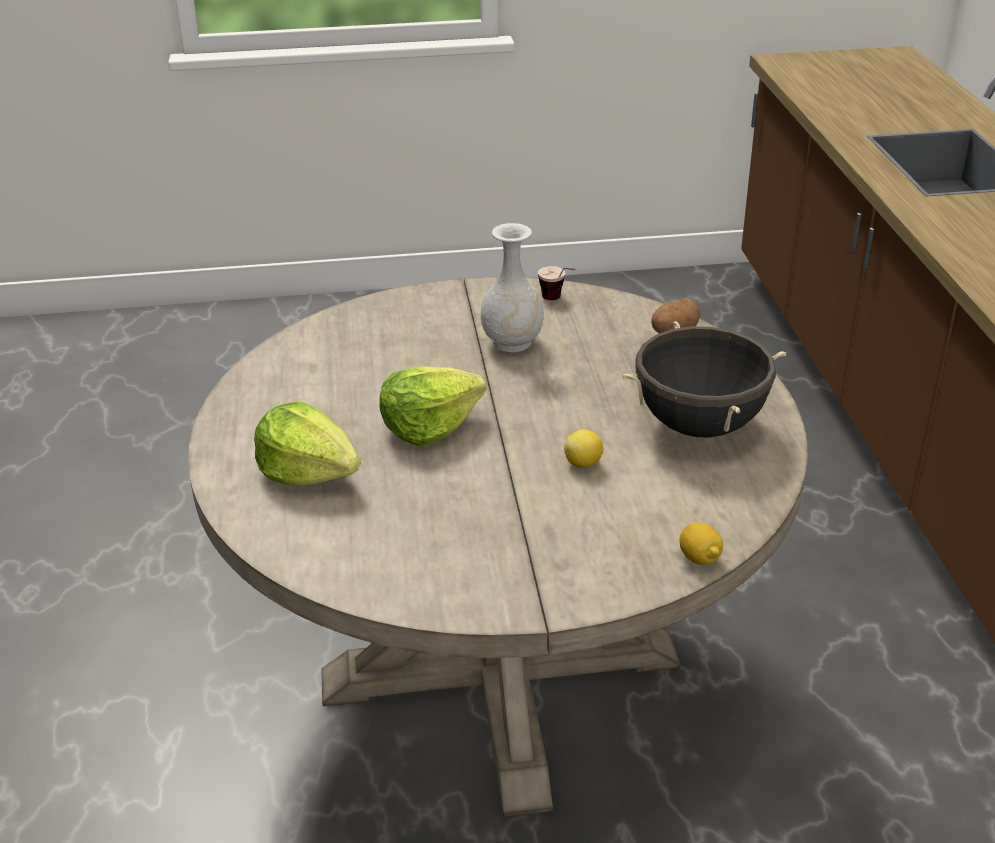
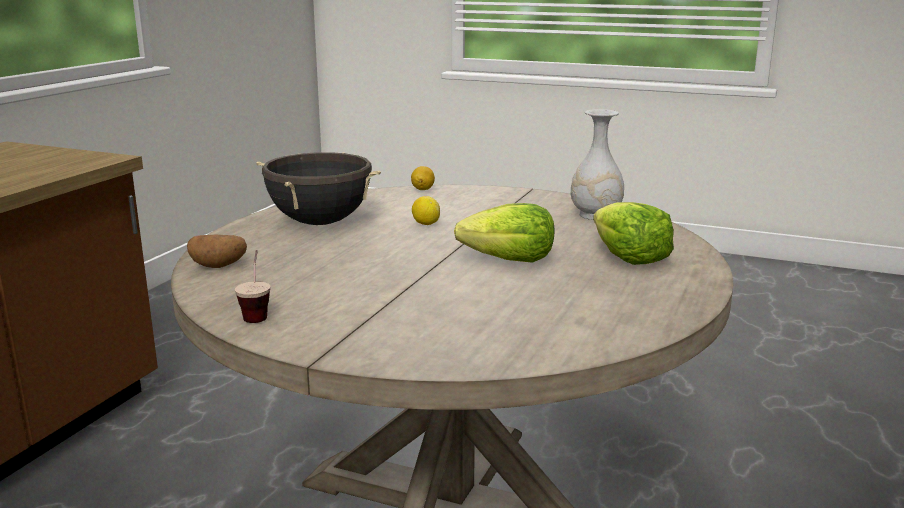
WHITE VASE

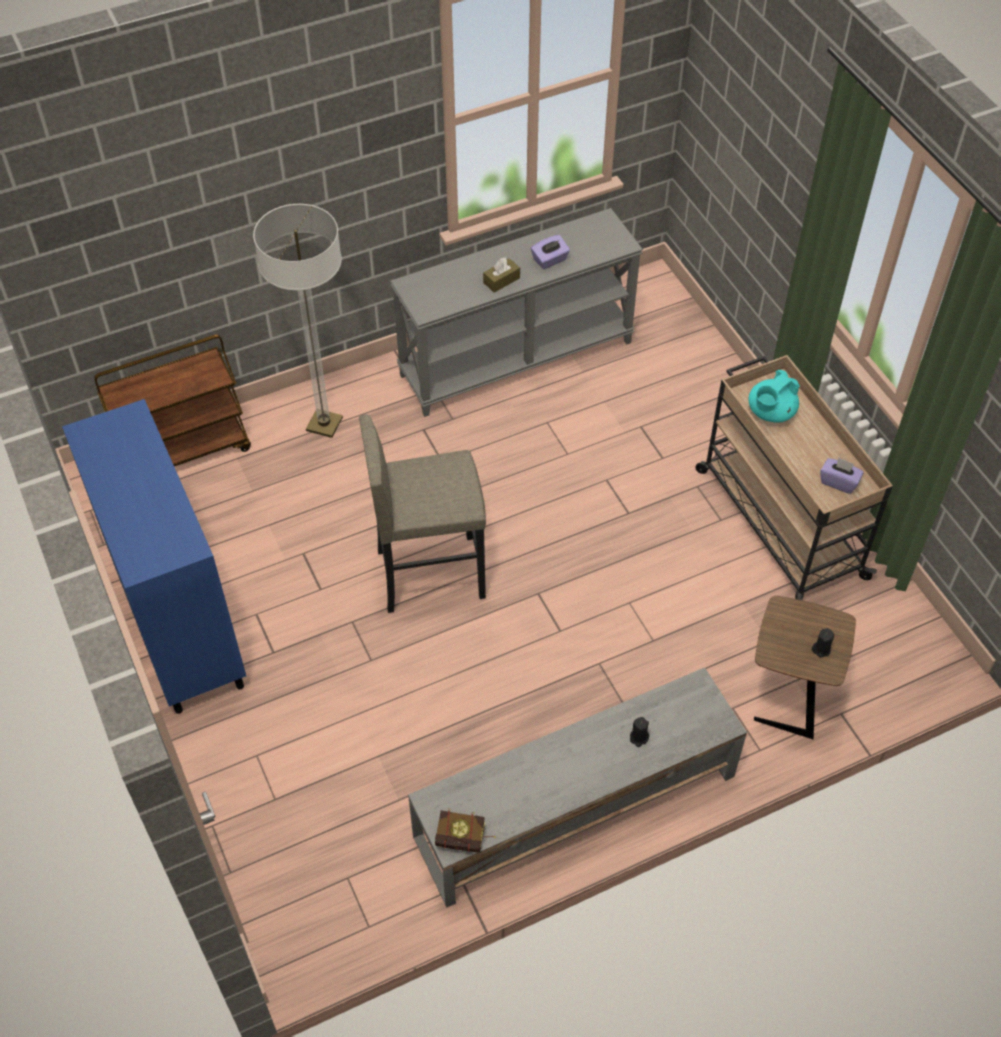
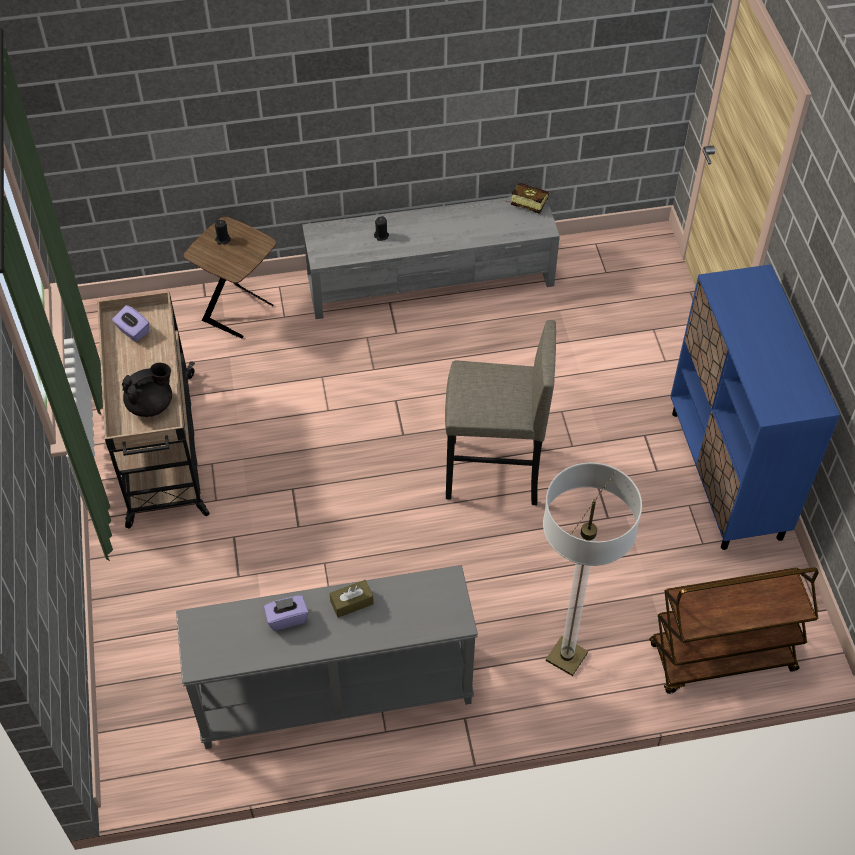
BLACK TEAPOT

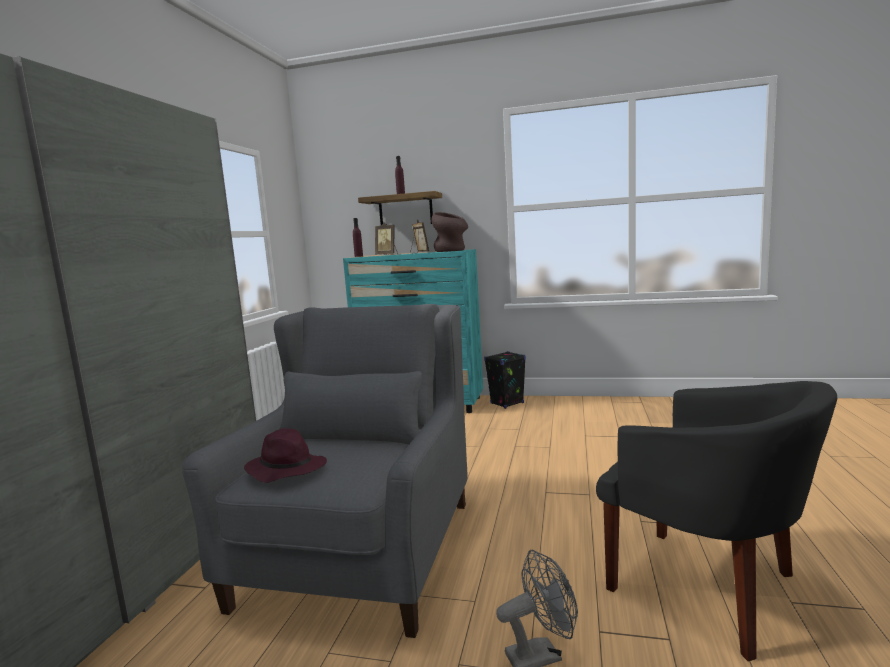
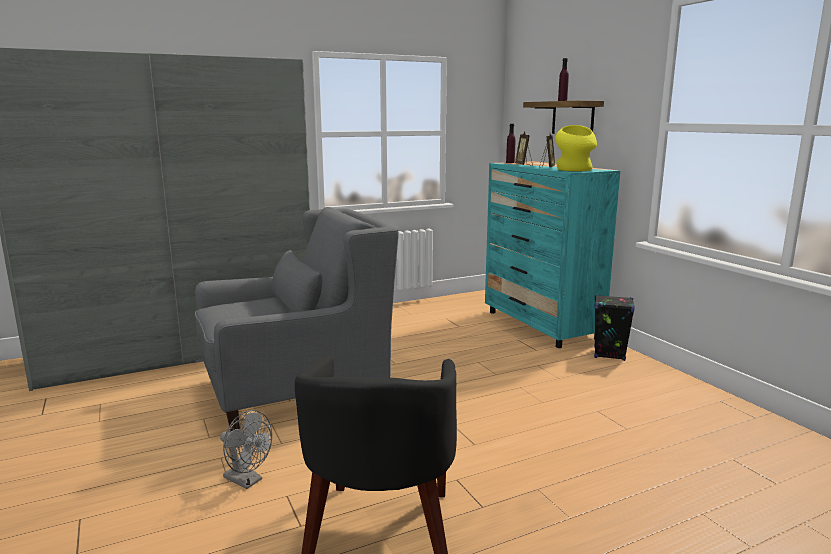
YELLOW VASE; PURPLE HAT

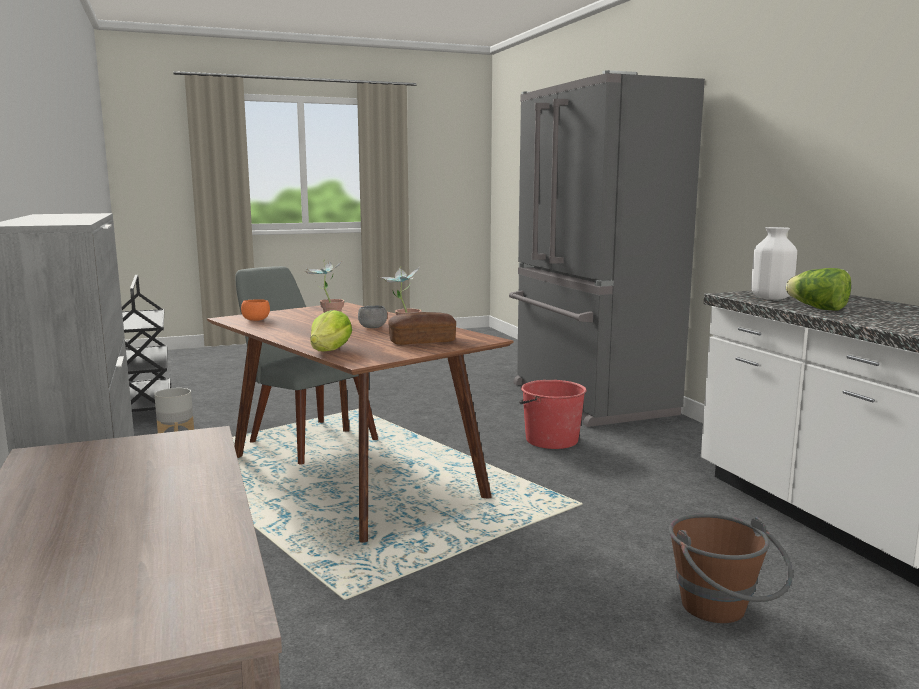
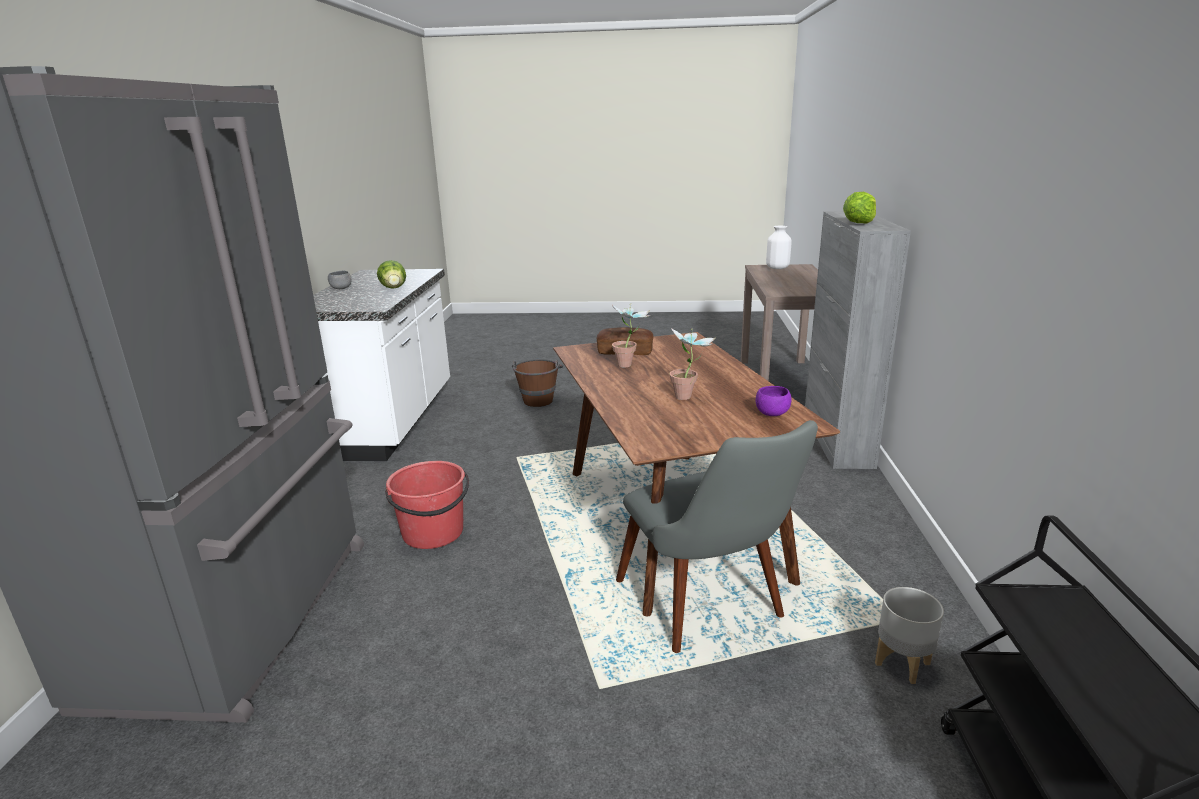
GREY BOWL; PURPLE BOWL; WHITE VASE; LETTUCE (2nd from left)

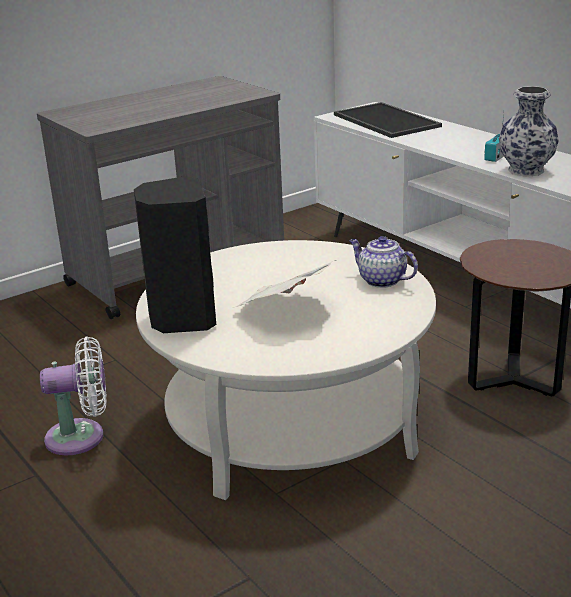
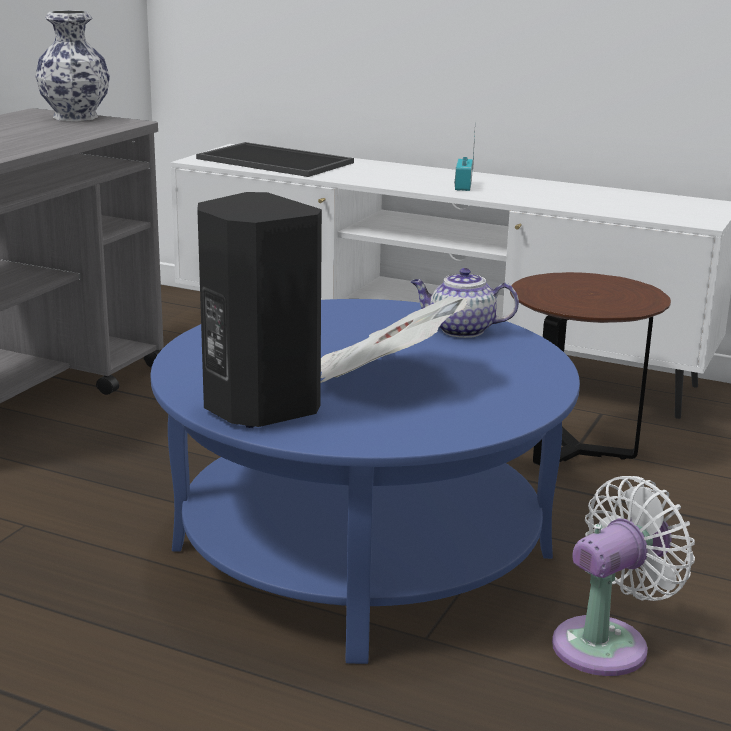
VASE; BLUE COFFEE TABLE; WHITE FAN

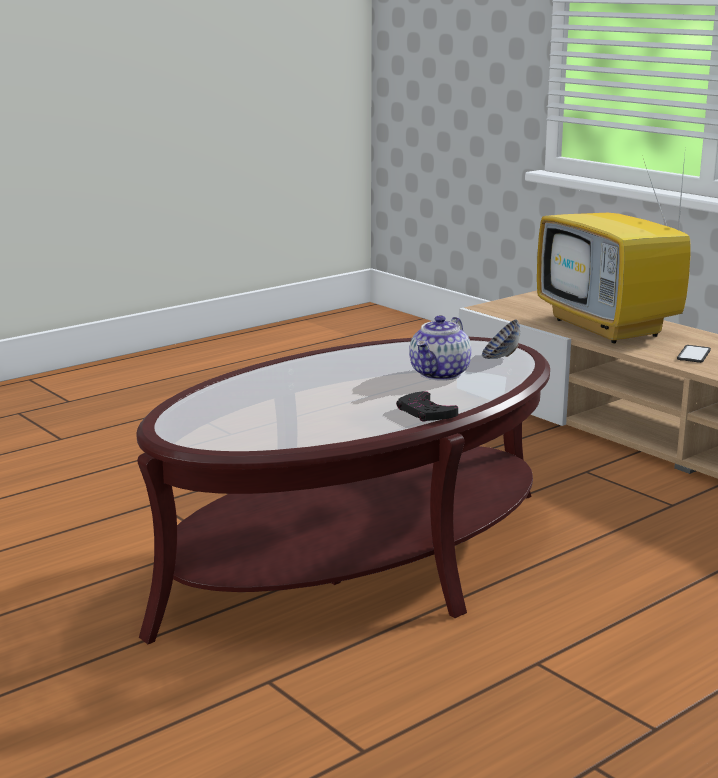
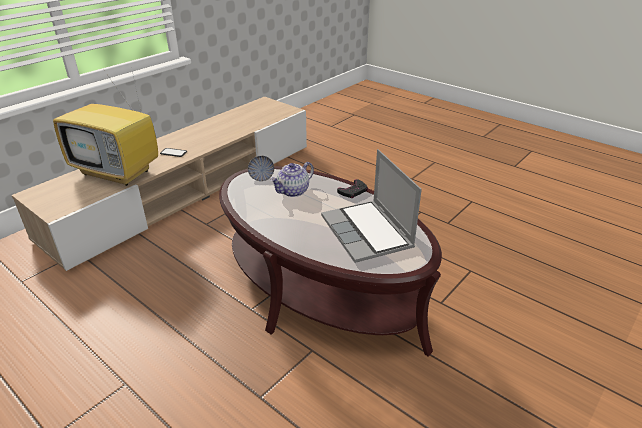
TELEVISION; TEAPOT; LAPTOP

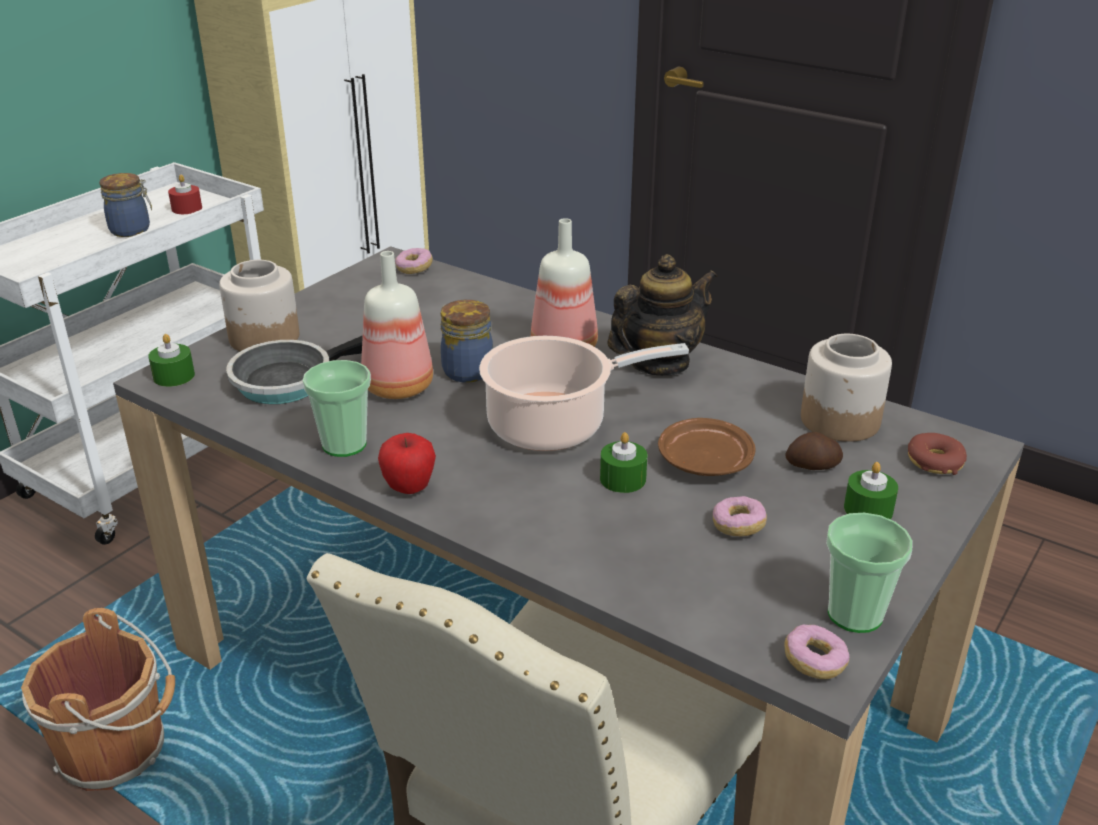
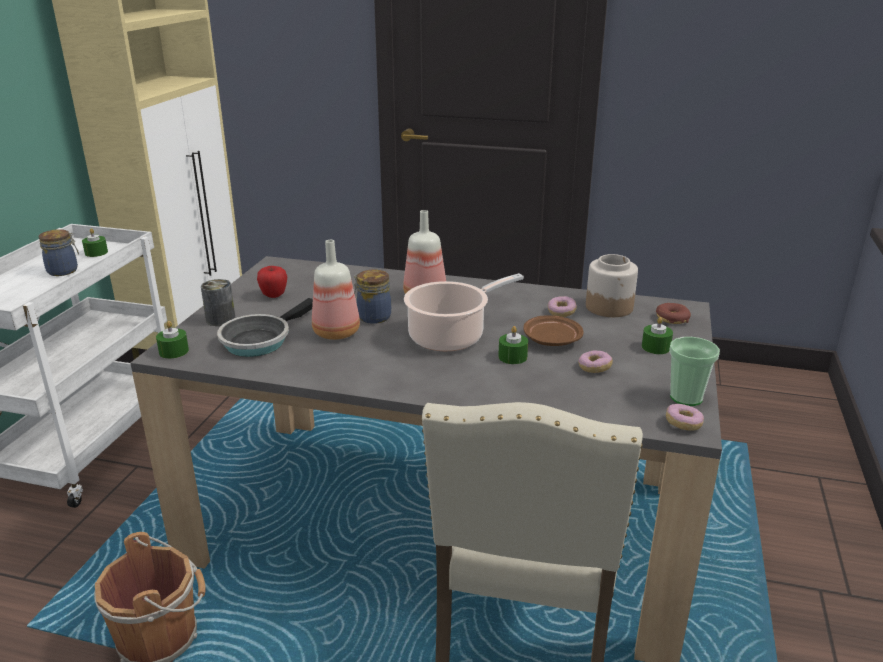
GREEN CANDLE (1st from left); CAN; APPLE; DONUT (1st from left); CUP (1st from left in the first image); TEAPOT; POTATO

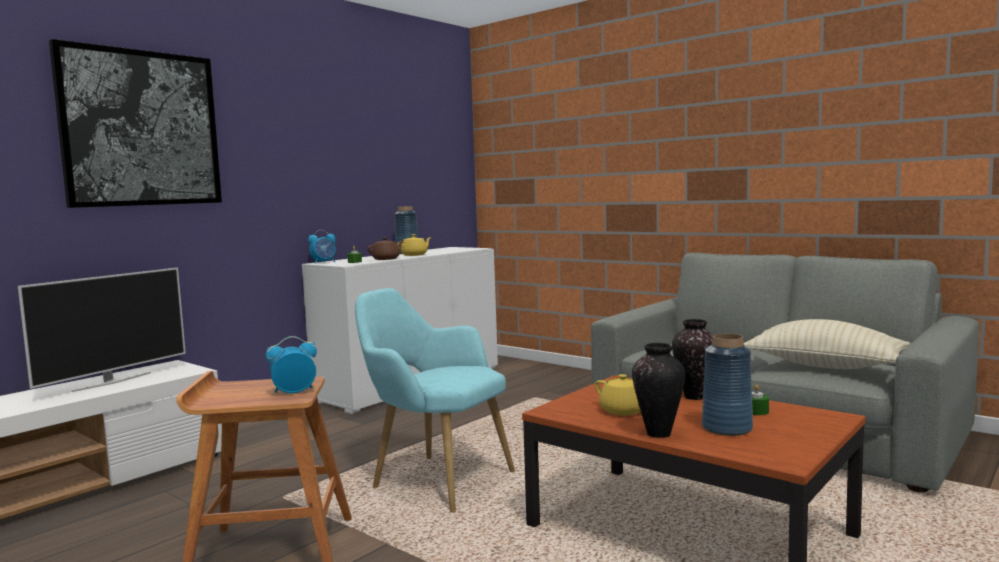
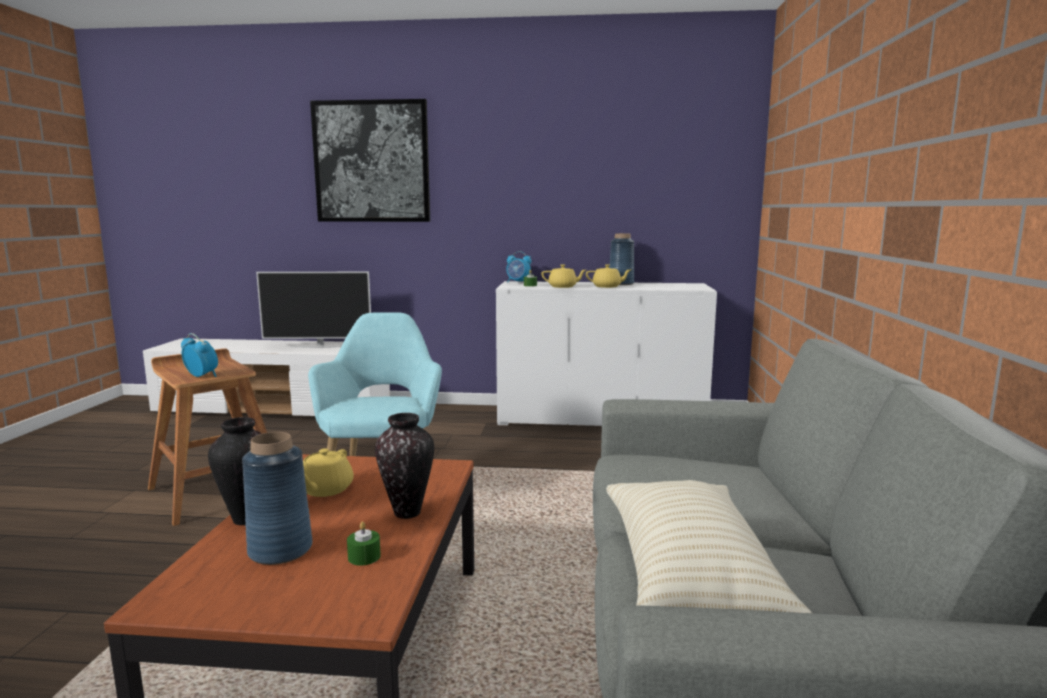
YELLOW TEAPOT (2nd from left)

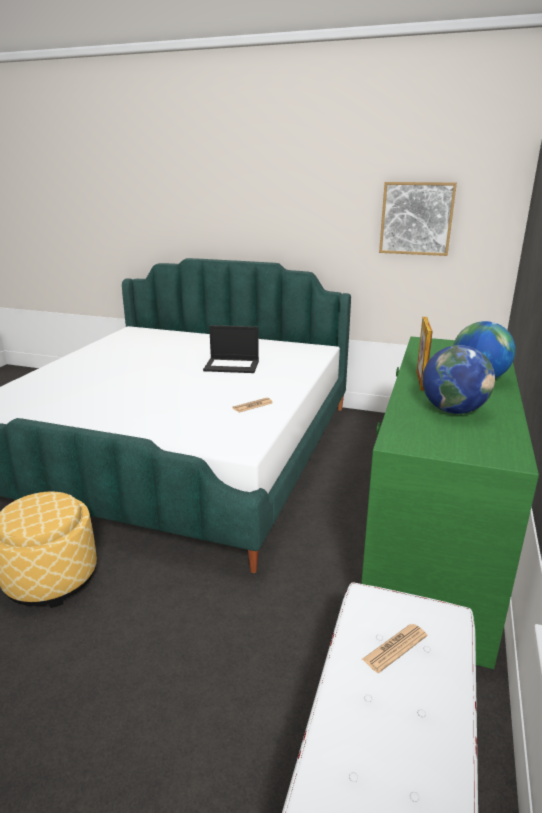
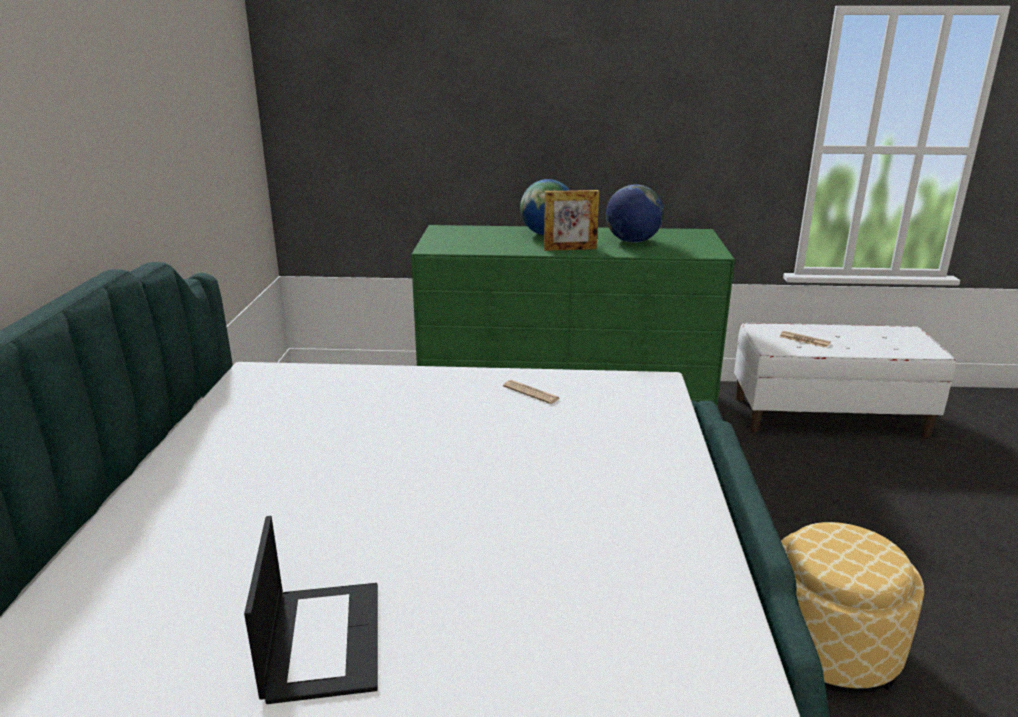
LAPTOP; PICTURE

